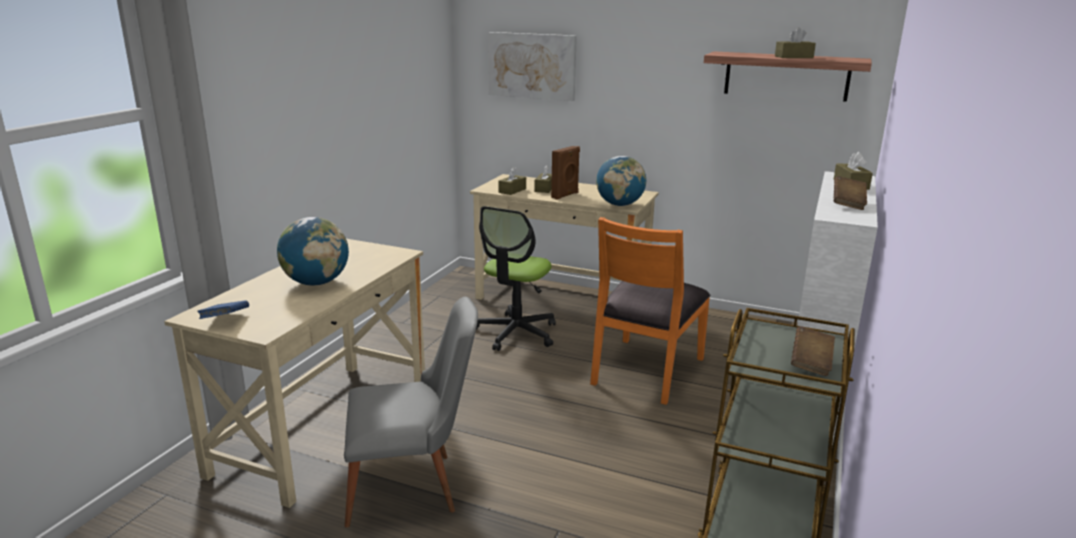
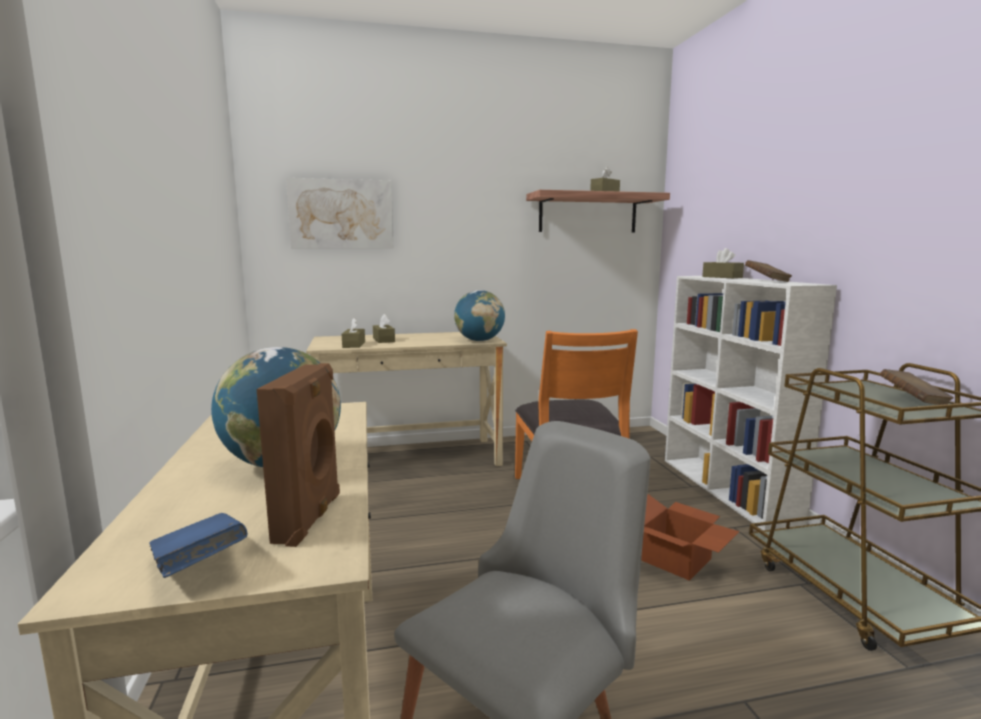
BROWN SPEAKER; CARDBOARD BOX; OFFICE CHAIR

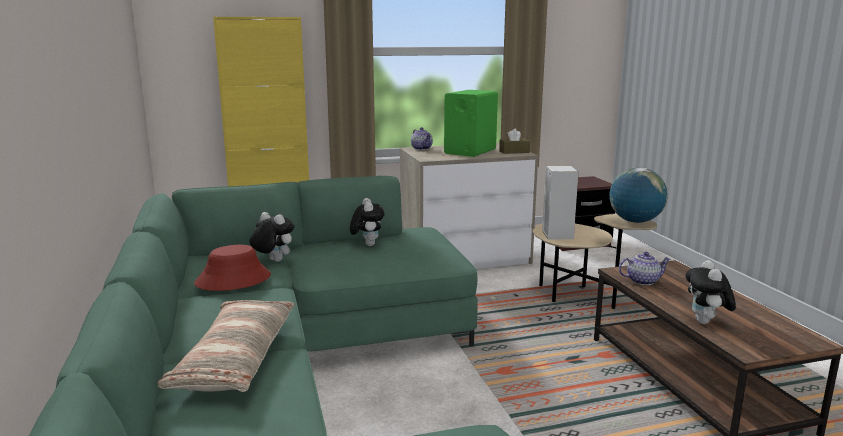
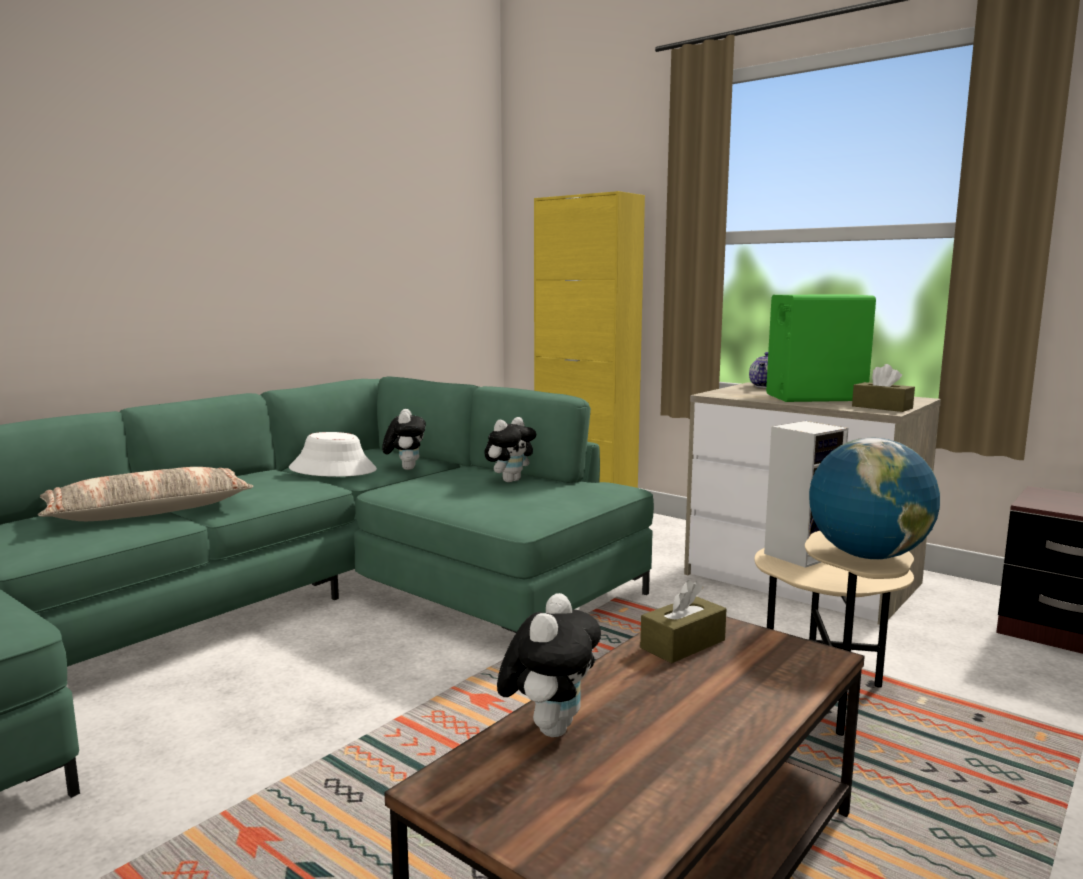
WHITE HAT; PLUSH TOY (3rd from left); BROWN TISSUE BOX (1st from left)

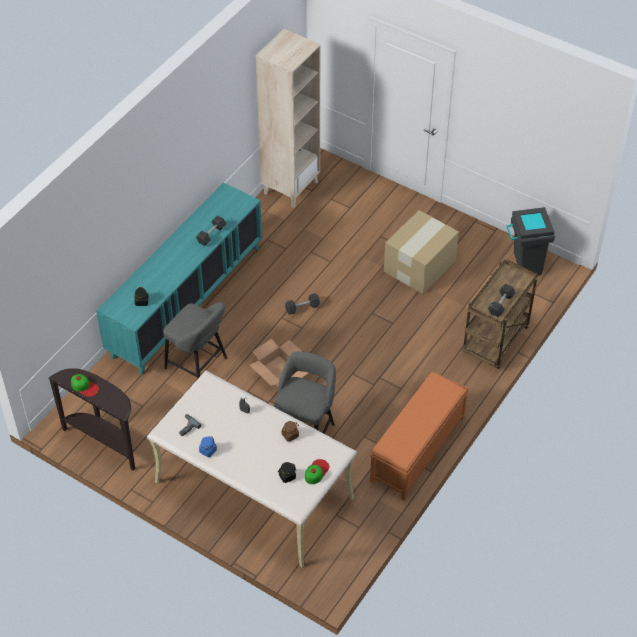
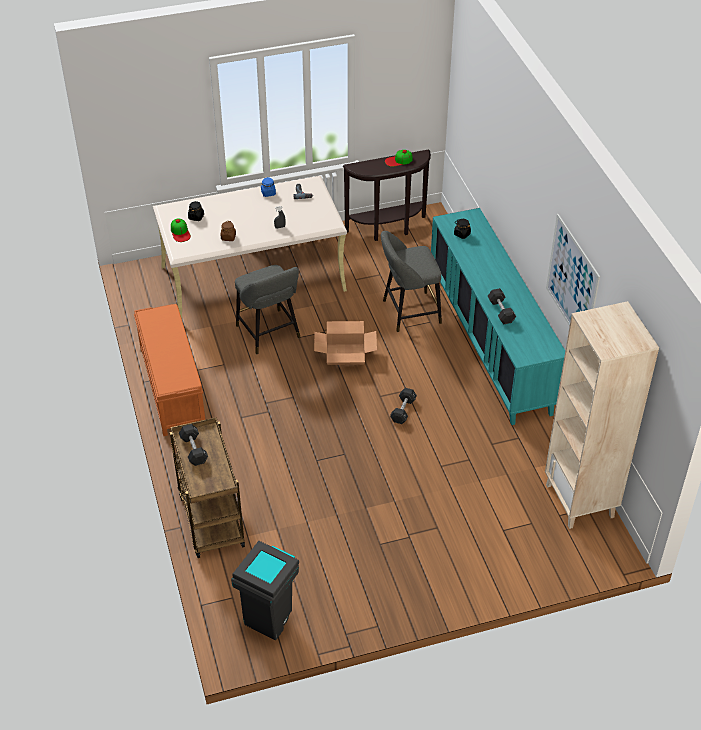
PICTURE; CARDBOARD BOX (2nd from left in the first image)

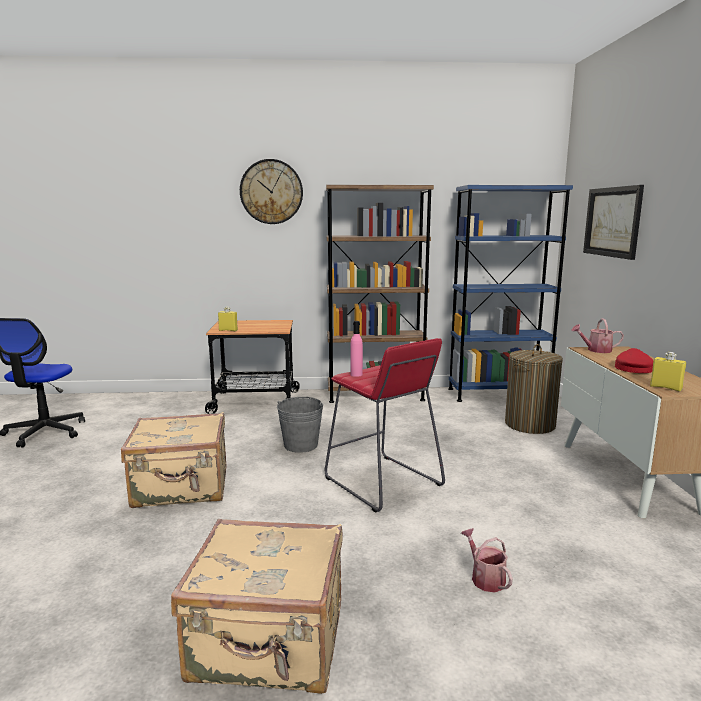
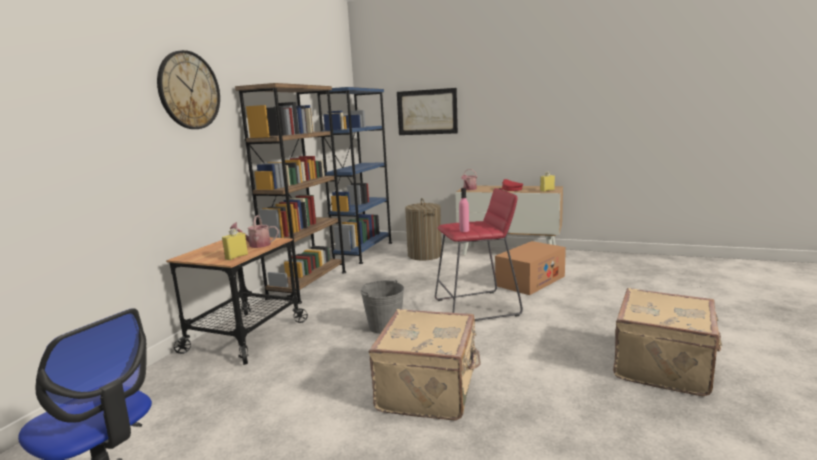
WATERING CAN (1st from left); CARDBOARD BOX

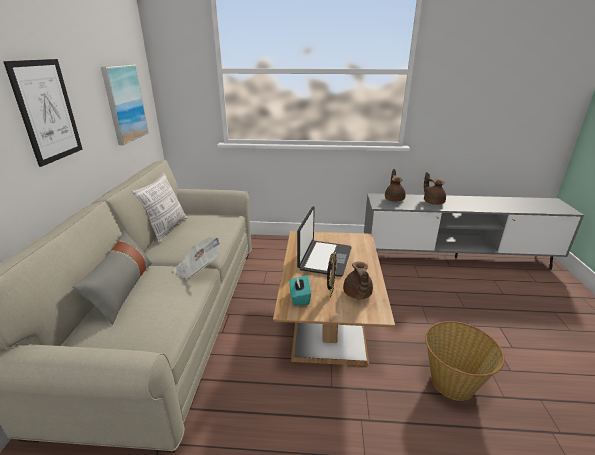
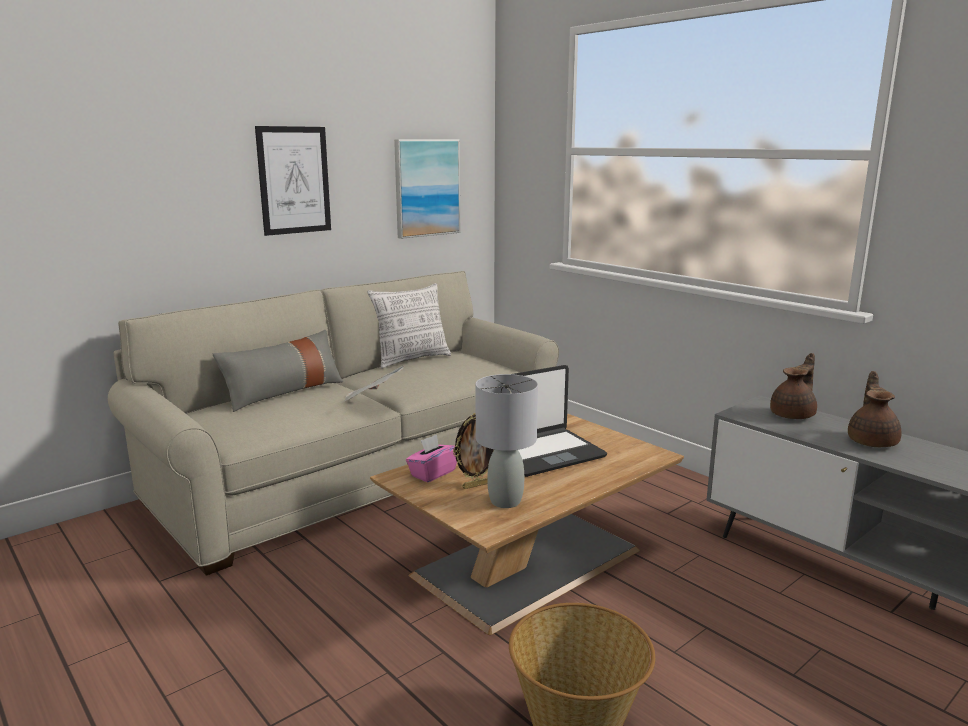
PINK TISSUE BOX; GREY TABLE LAMP

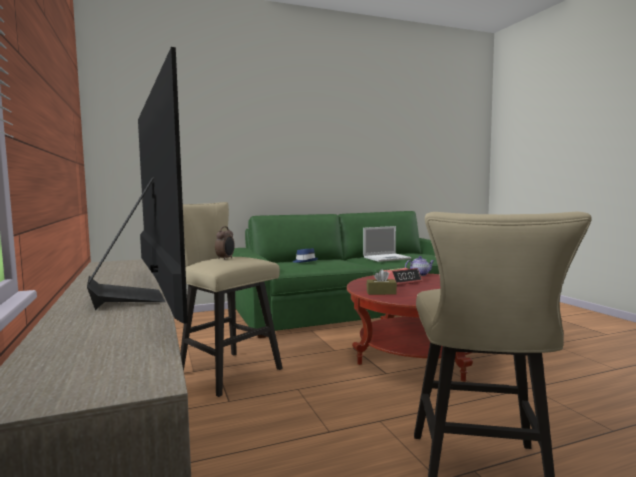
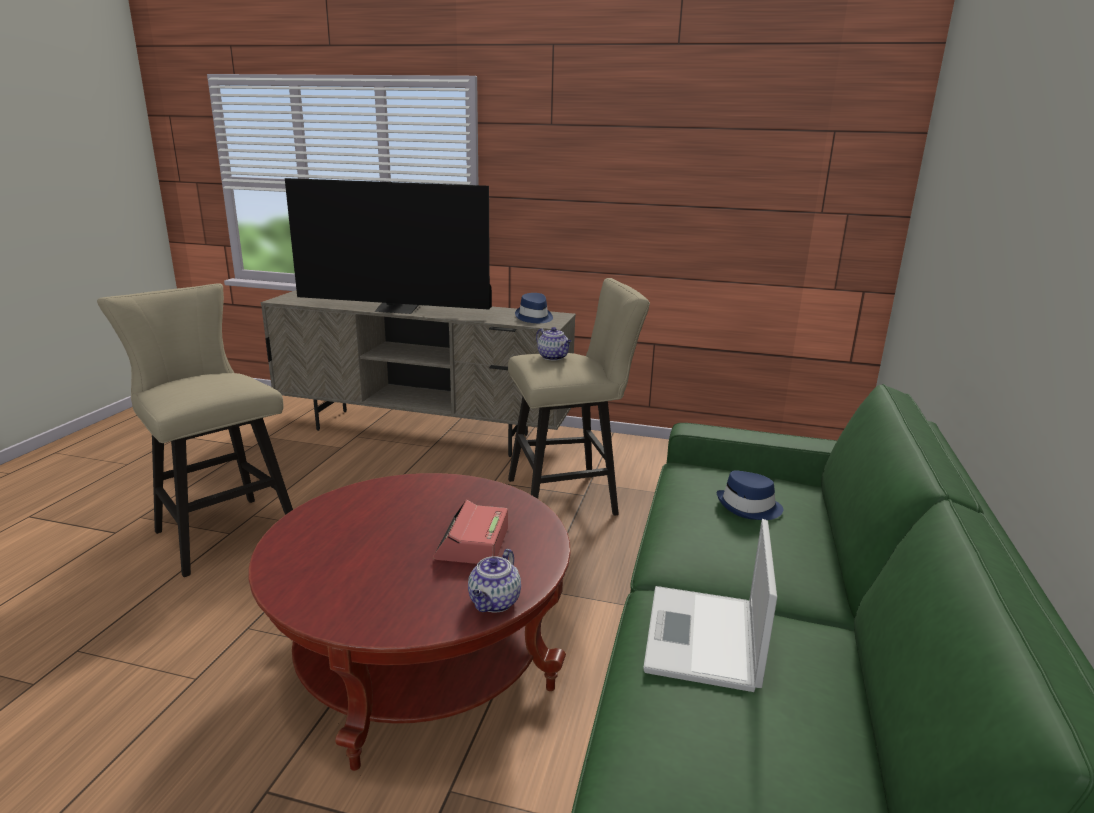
BLUE HAT (1st from left); TEAPOT (2nd from left); BROWN TISSUE BOX

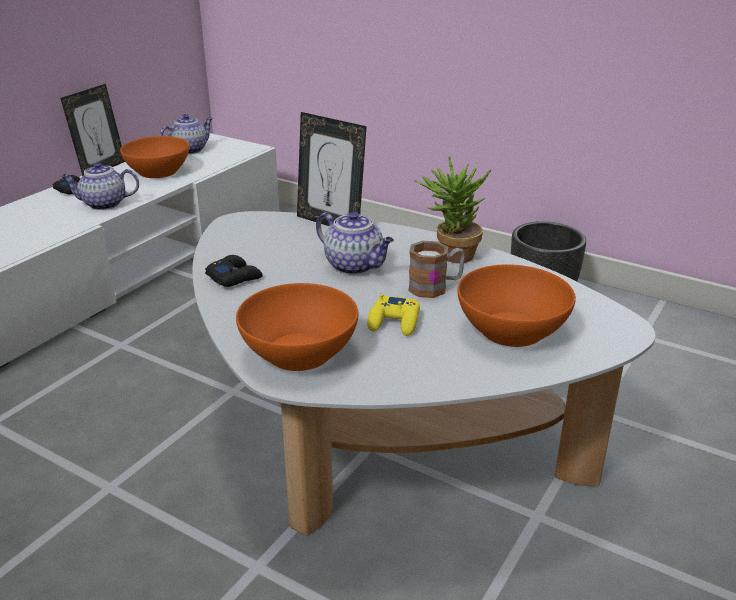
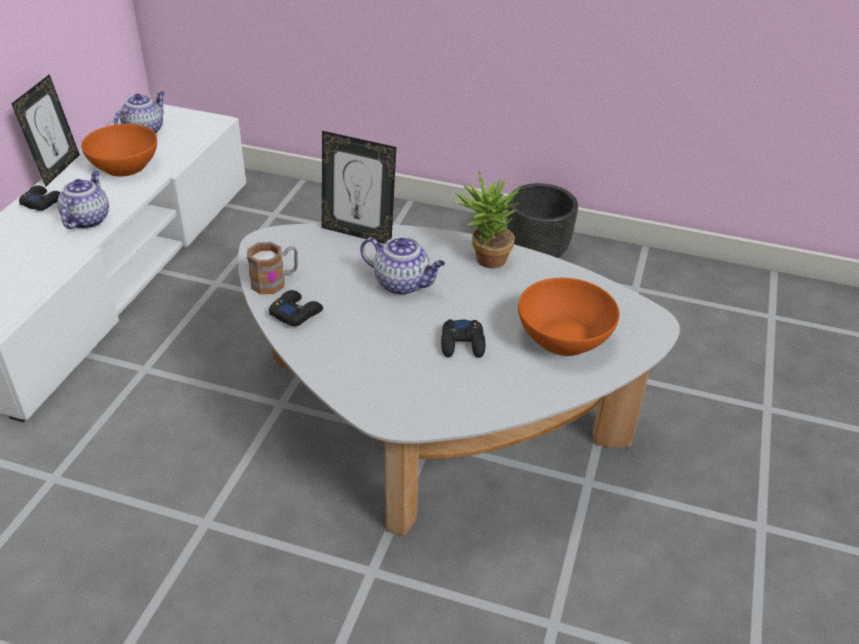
TEAPOT (1st from left); MUG; BLACK GAME CONTROLLER (3rd from left); ORANGE BOWL (2nd from left in the first image)

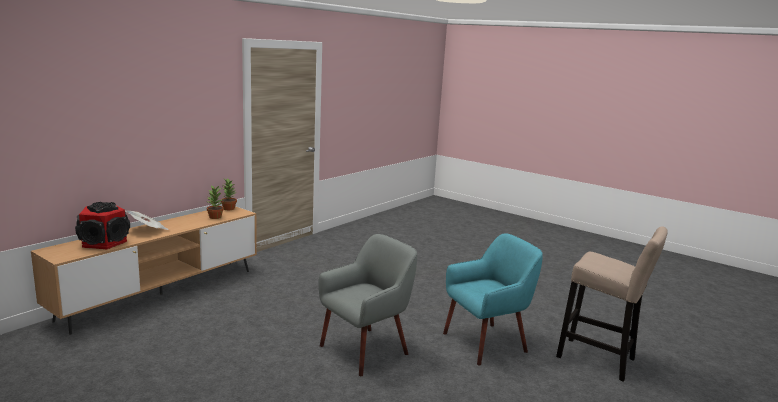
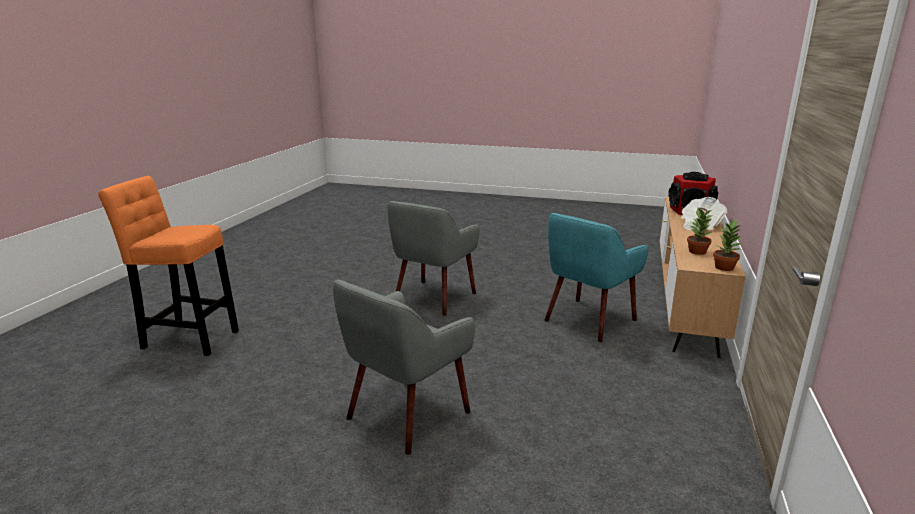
ORANGE STOOL; GREY ARMCHAIR (1st from left); TURQUOISE ARMCHAIR

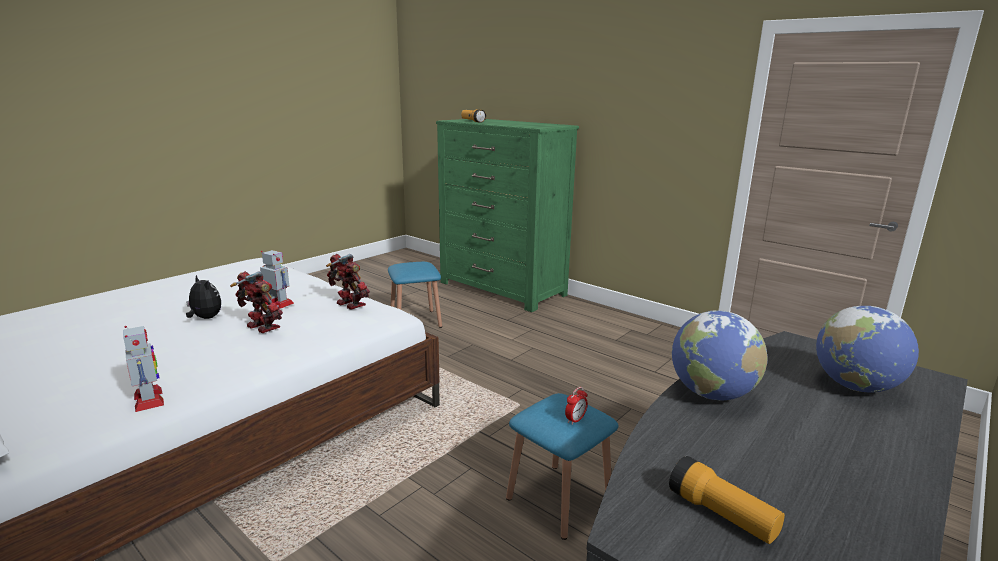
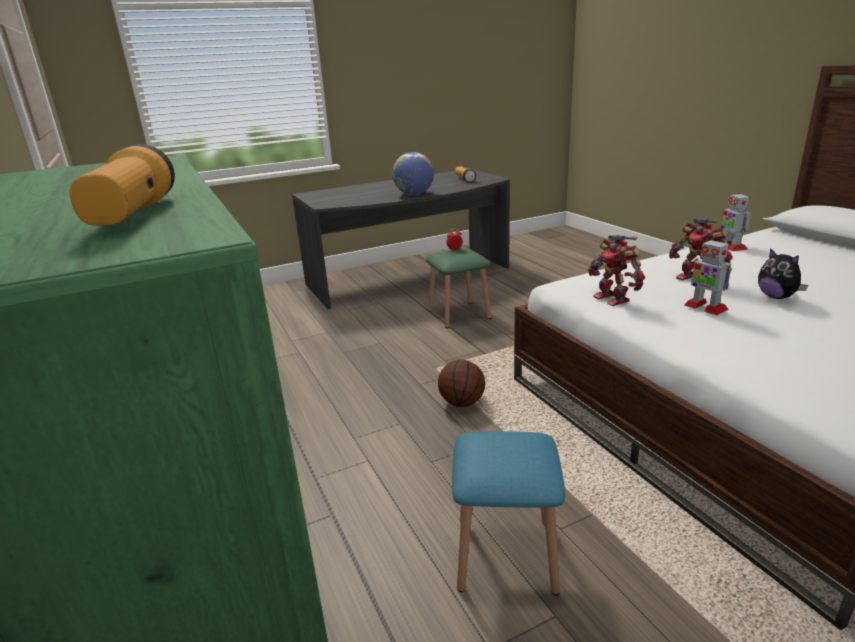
GREEN STOOL; BASKETBALL; GLOBE (2nd from left in the first image)

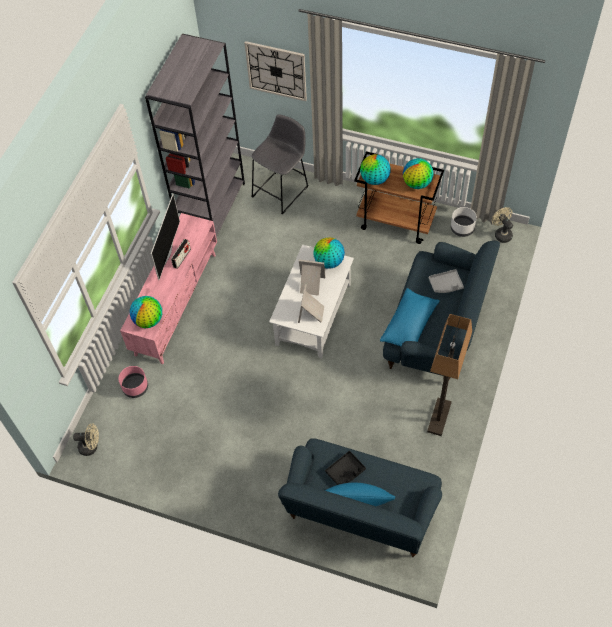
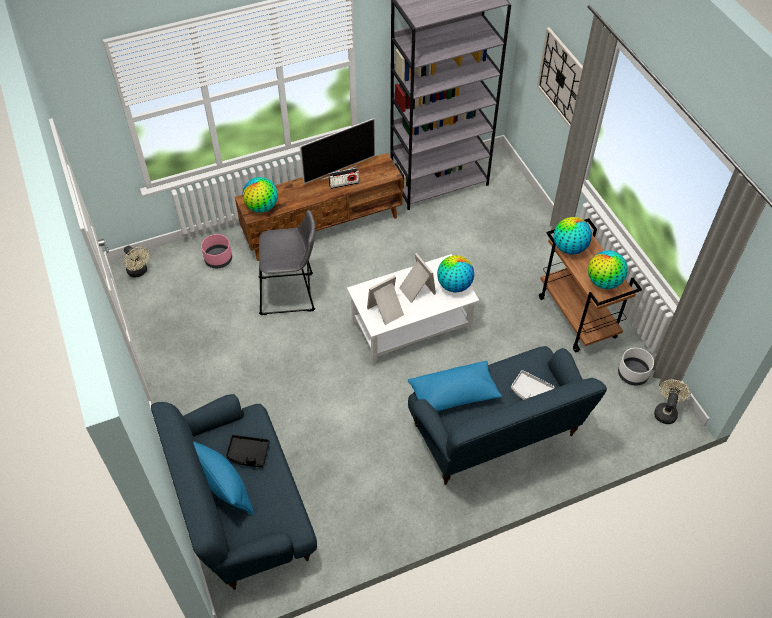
BROWN TV STAND; GREY STOOL; FLOOR LAMP

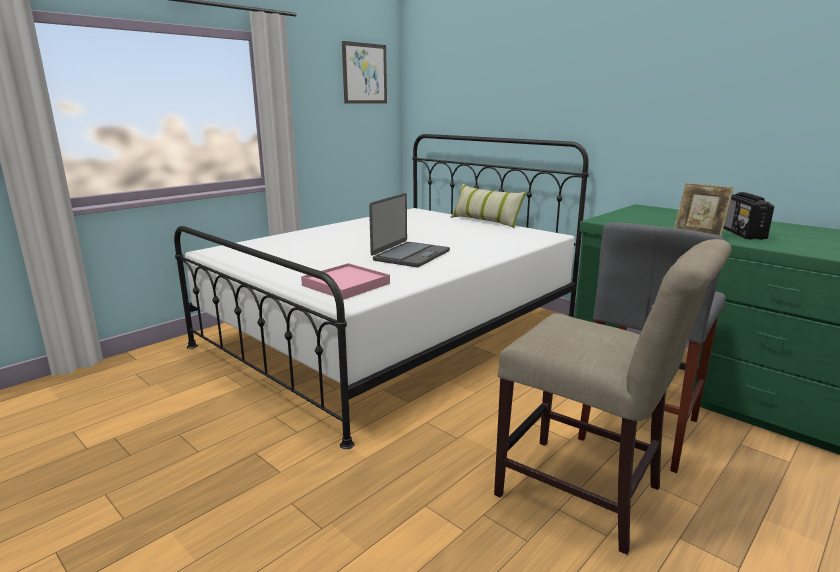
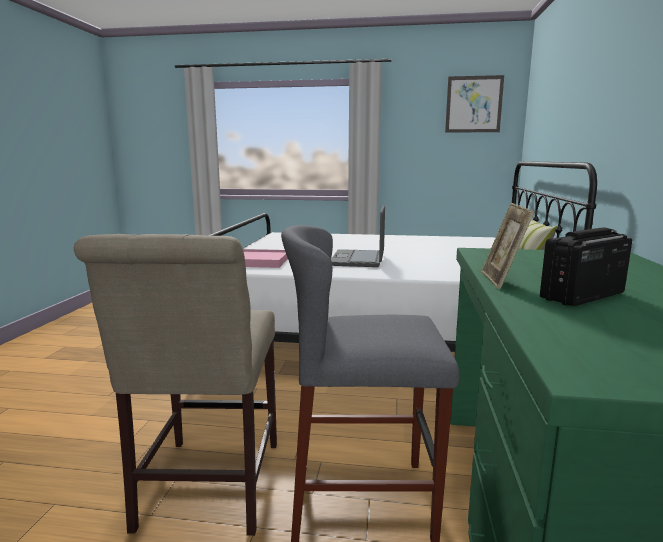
LAPTOP

